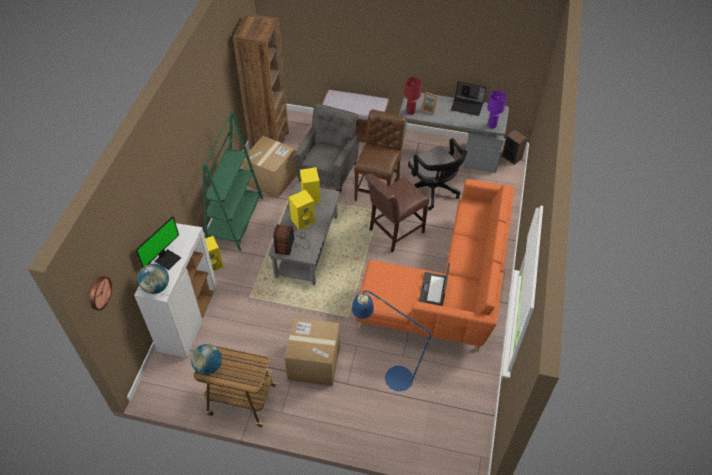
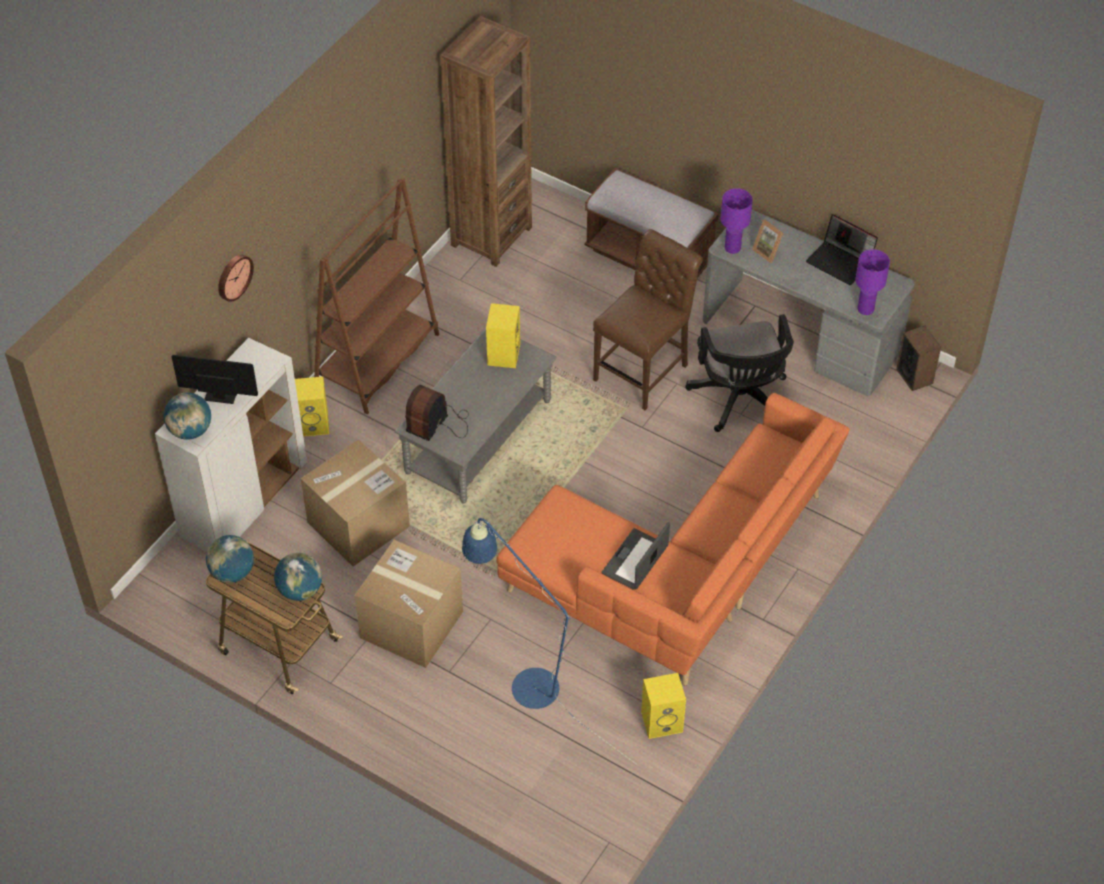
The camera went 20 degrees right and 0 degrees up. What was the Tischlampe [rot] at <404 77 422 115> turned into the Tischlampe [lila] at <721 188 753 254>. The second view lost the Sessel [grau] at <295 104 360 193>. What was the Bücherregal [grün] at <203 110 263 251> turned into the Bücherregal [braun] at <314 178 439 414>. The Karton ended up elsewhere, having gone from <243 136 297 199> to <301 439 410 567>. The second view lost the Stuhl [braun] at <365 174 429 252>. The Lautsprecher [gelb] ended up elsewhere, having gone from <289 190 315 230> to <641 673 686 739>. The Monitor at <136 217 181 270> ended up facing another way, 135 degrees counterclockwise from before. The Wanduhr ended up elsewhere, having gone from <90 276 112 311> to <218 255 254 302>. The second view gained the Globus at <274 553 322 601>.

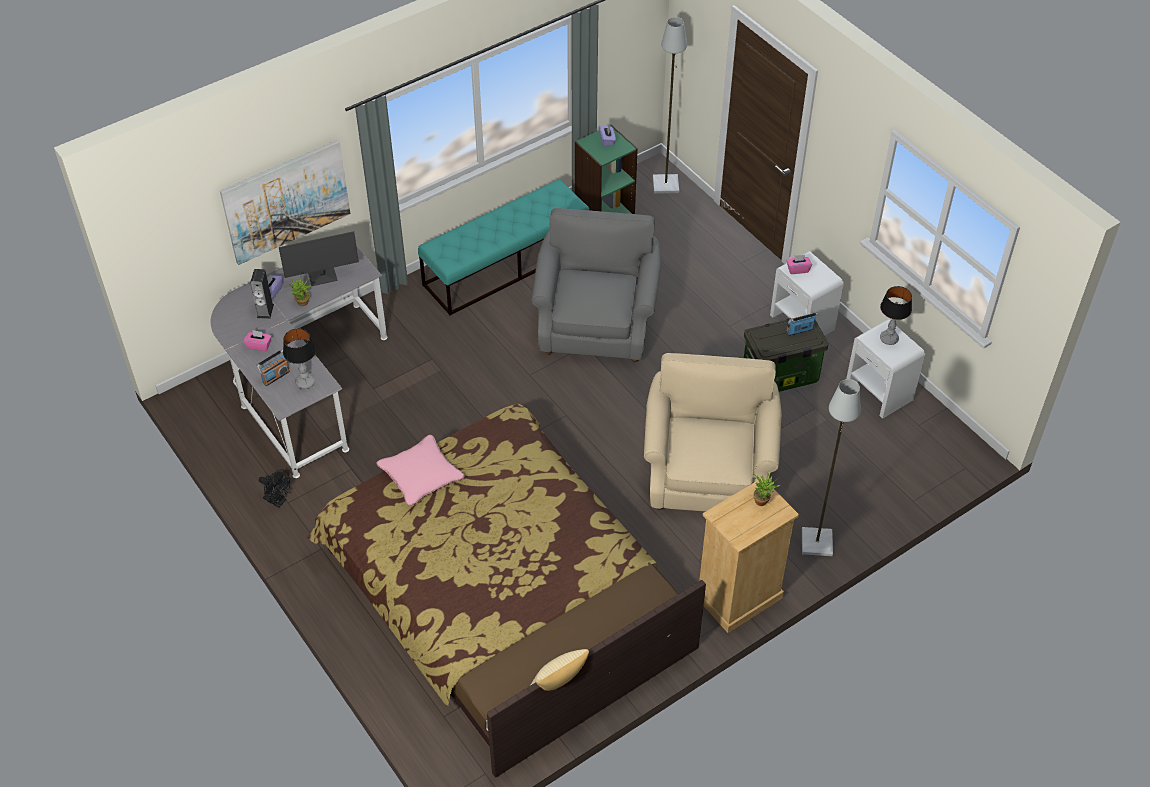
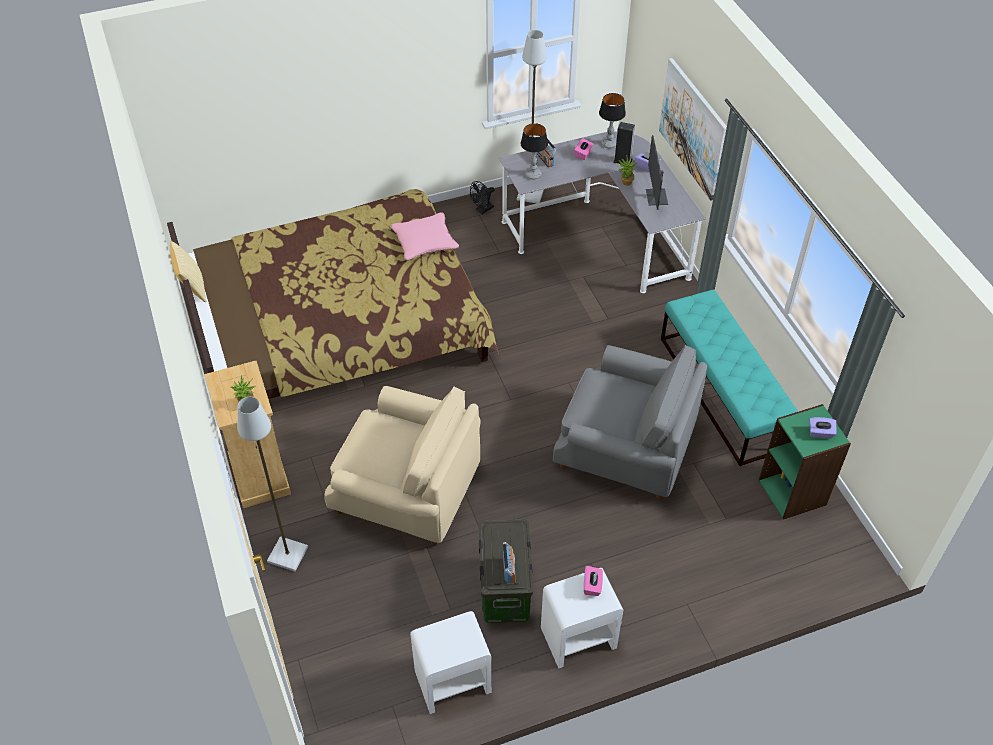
The camera went 105 degrees right and 0 degrees up. The Stehlampe [grau] ended up elsewhere, having gone from <653 17 687 194> to <517 30 547 203>. The Tischlampe ended up elsewhere, having gone from <880 286 912 345> to <599 93 626 149>.

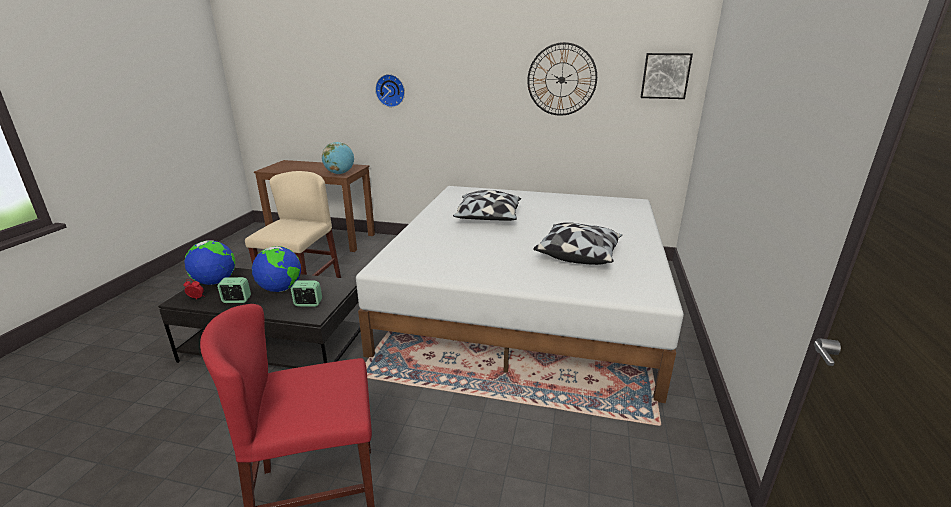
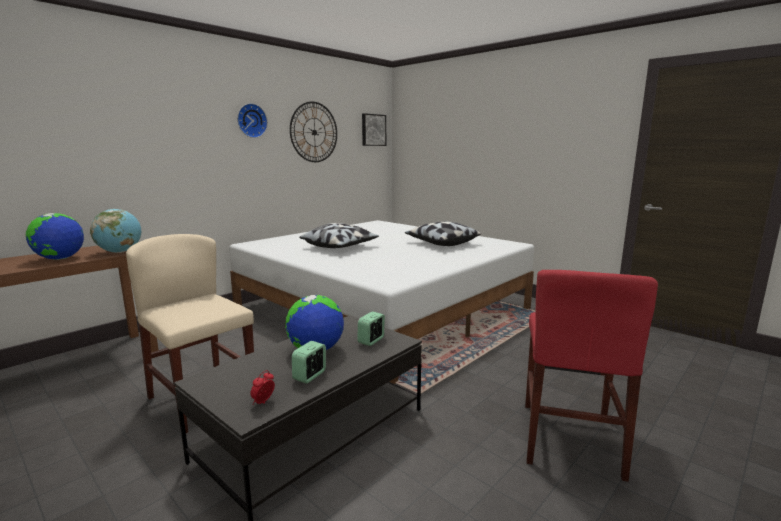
The camera went 60 degrees left and 10 degrees down. The Wanduhr ended up elsewhere, having gone from <375 74 405 107> to <237 103 268 138>. The Globus ended up elsewhere, having gone from <184 240 235 285> to <26 213 84 260>.

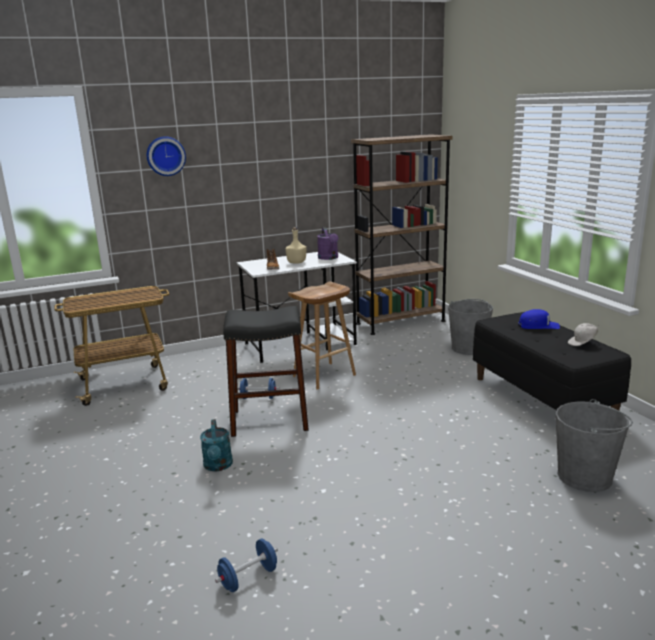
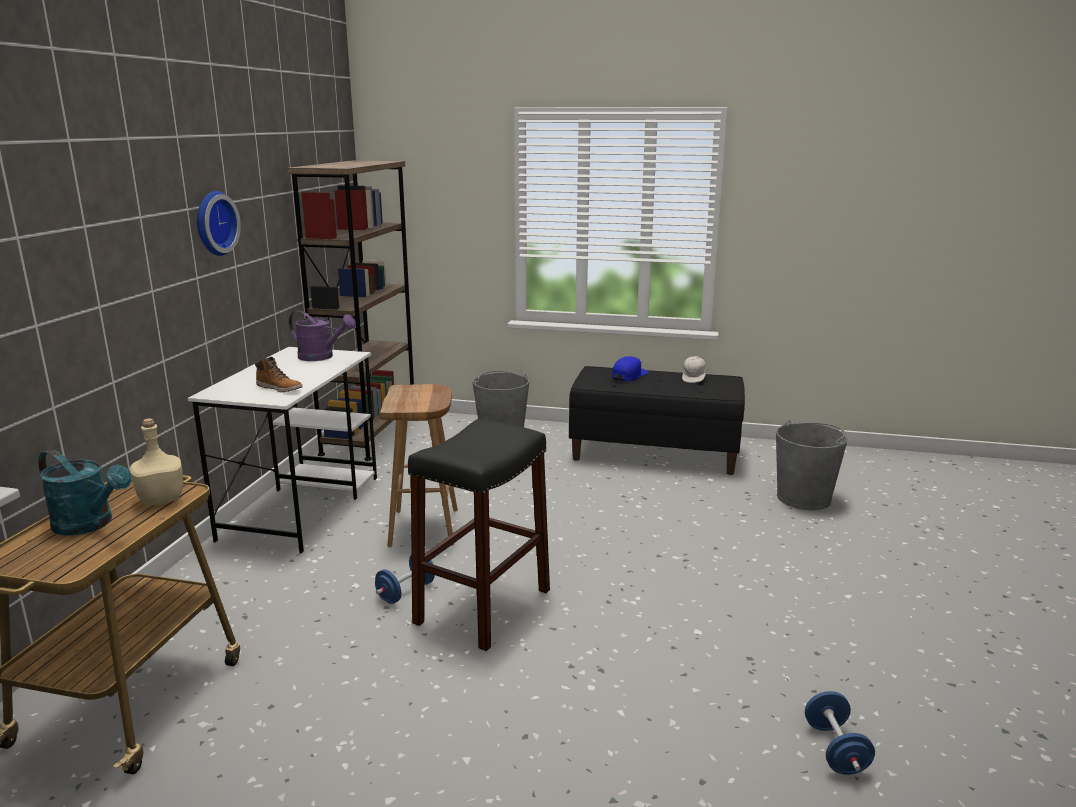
The camera went 55 degrees left and 0 degrees up. The Wanduhr ended up elsewhere, having gone from <147 136 186 176> to <197 191 241 256>. The Flasche [beige] ended up elsewhere, having gone from <285 227 307 264> to <130 418 183 505>. The Gießkanne [türkis] ended up elsewhere, having gone from <200 419 233 471> to <38 450 132 536>.

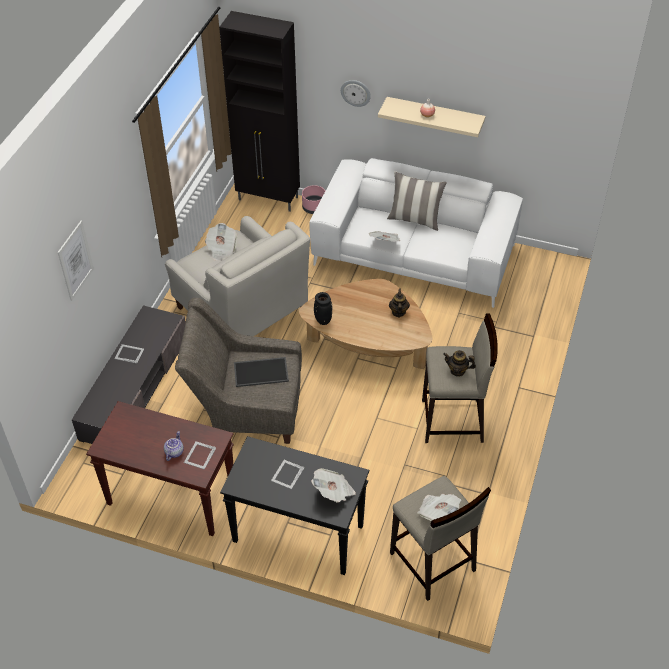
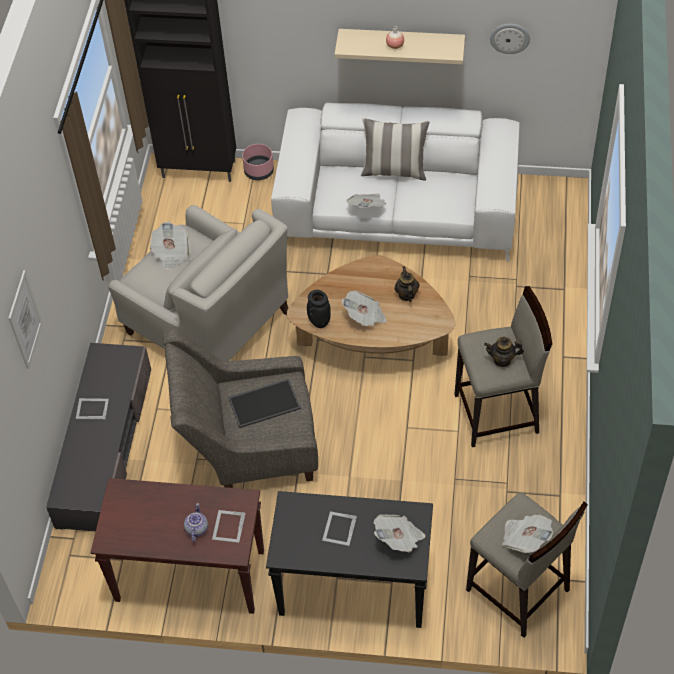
The camera went 10 degrees left and 5 degrees up. The Wanduhr ended up elsewhere, having gone from <341 80 371 107> to <490 24 530 54>. The second view gained the Zeitung at <342 291 387 327>.

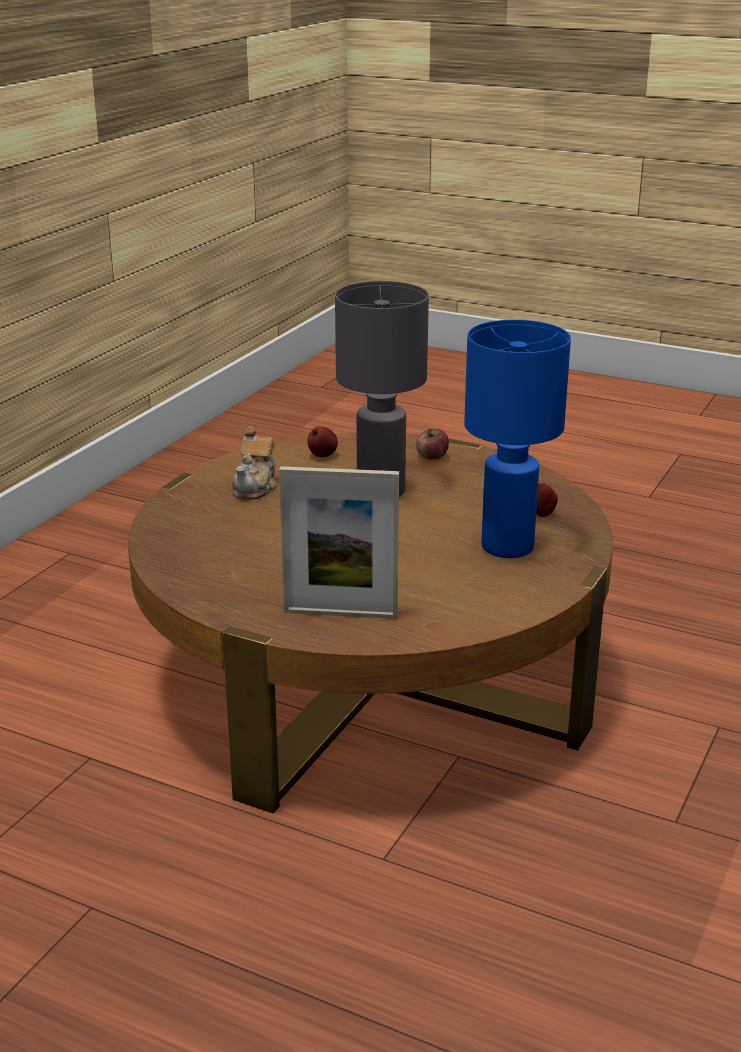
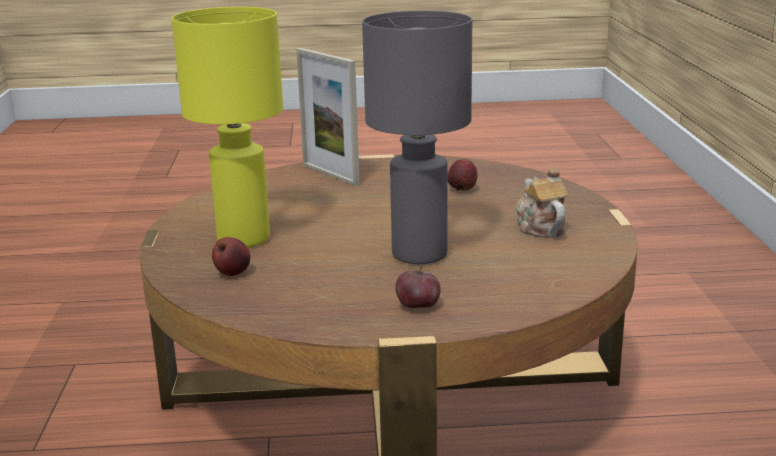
The camera went 150 degrees right and 5 degrees down. What was the Tischlampe [blau] at <464 320 571 558> turned into the Tischlampe [gelb] at <172 7 283 247>. The Apfel ended up elsewhere, having gone from <308 426 338 457> to <448 159 477 191>. The Bilderrahmen at <279 466 399 619> ended up facing another way, 105 degrees counterclockwise from before.

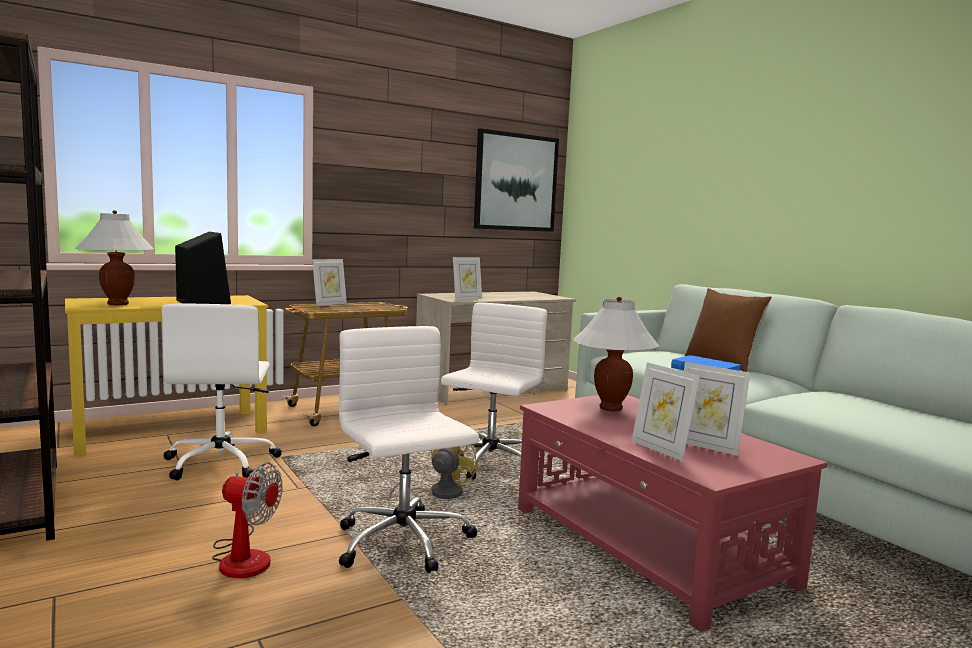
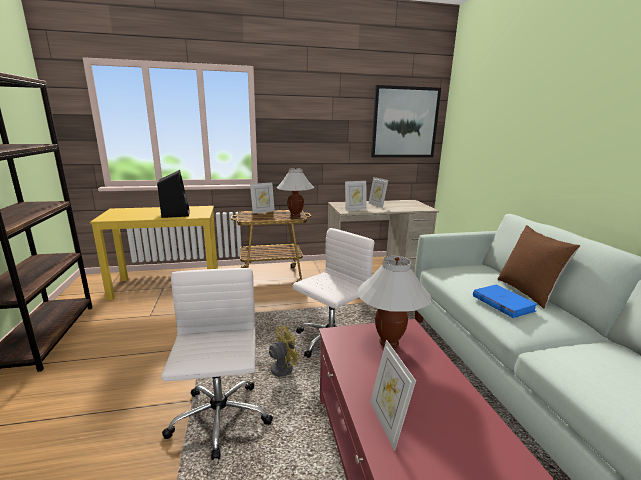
The camera went 20 degrees right and 10 degrees up. The Tischlampe [weiß] ended up elsewhere, having gone from <76 210 155 305> to <277 167 314 218>. The second view lost the Bürostuhl [weiß] at <162 304 282 480>. The Bilderrahmen ended up elsewhere, having gone from <684 362 750 456> to <368 177 388 208>. The second view lost the Ventilator at <212 462 282 578>.

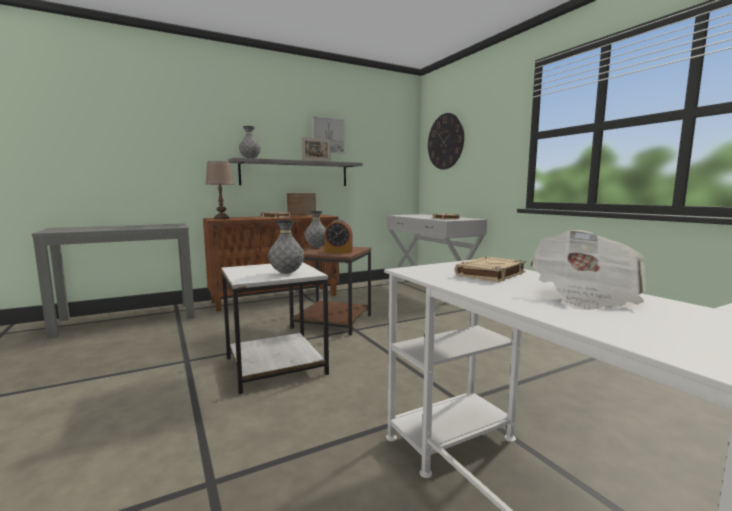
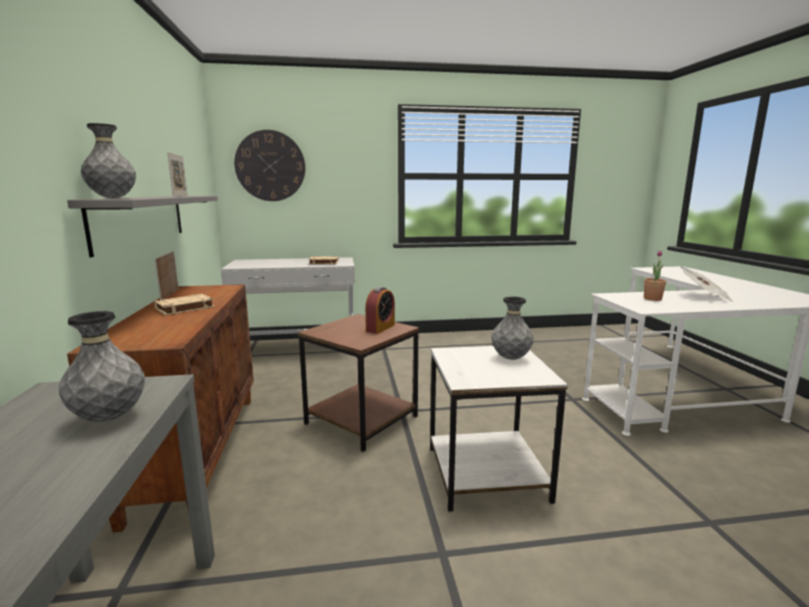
The camera went 70 degrees left and 5 degrees up. The second view lost the Bild at <312 116 345 154>. The second view lost the Tischlampe [braun] at <205 161 234 219>. The Vase [grau] ended up elsewhere, having gone from <304 211 326 248> to <59 311 145 422>. Where the Buch [beige] stood at <454 257 526 282>, the Topfpflanze came to stand at <644 251 666 301>.

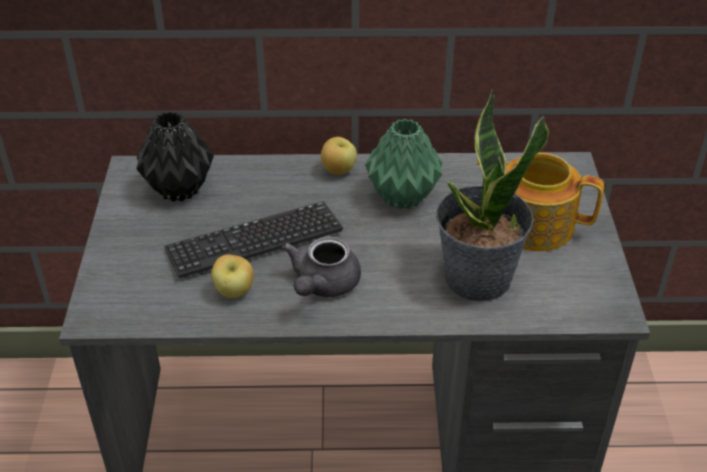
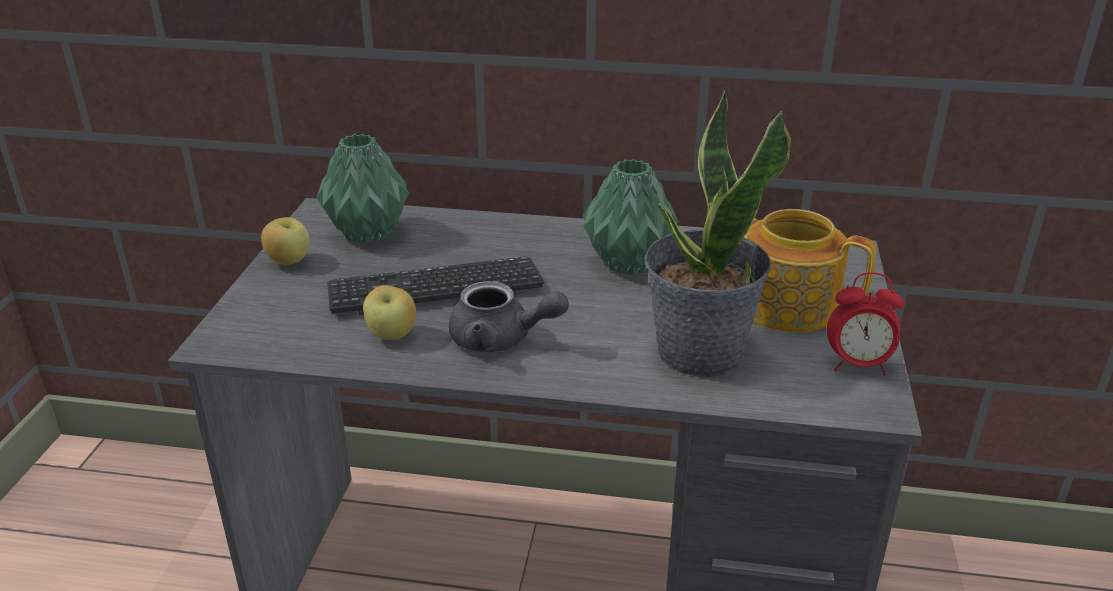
The camera went 10 degrees right and 10 degrees down. What was the Vase [schwarz] at <136 112 214 202> turned into the Vase [grün] at <317 134 409 244>. The Apfel ended up elsewhere, having gone from <321 137 357 175> to <261 217 310 265>. The Teekanne [grau] at <282 237 361 297> ended up facing another way, 105 degrees counterclockwise from before. The second view gained the Wecker at <827 272 905 376>.

